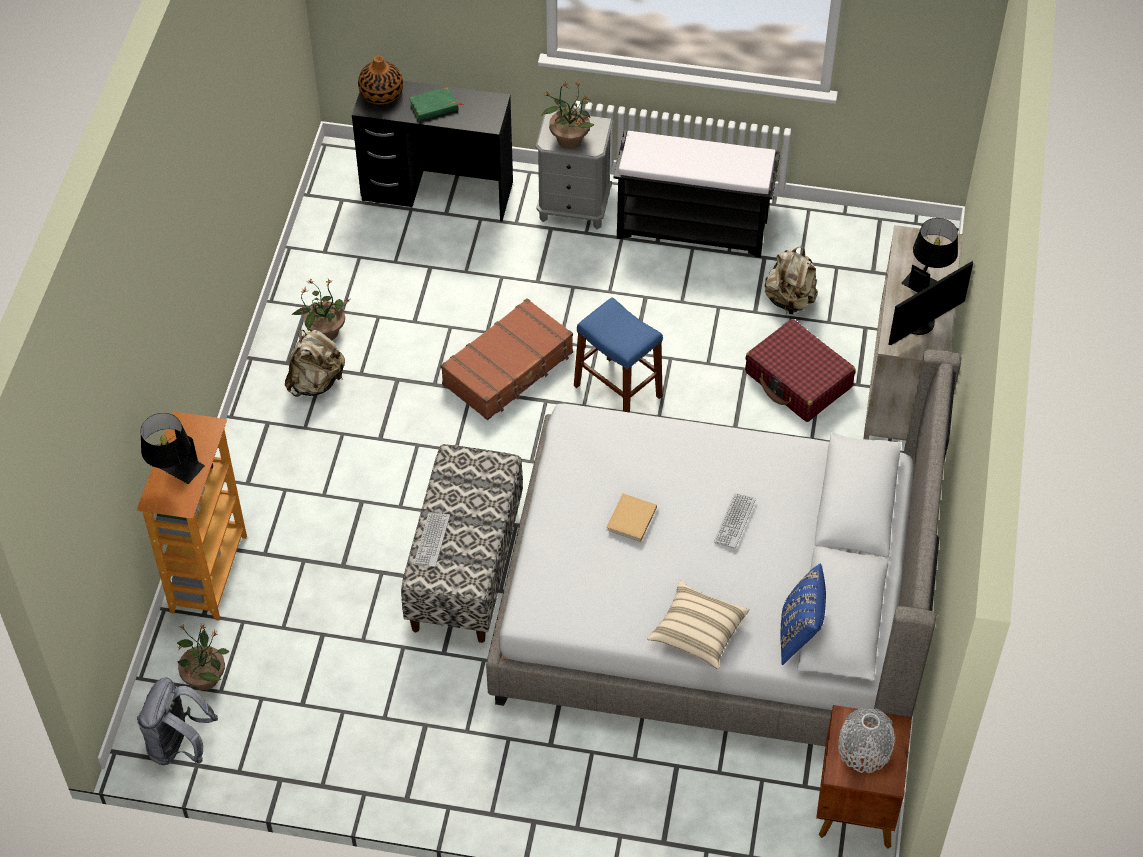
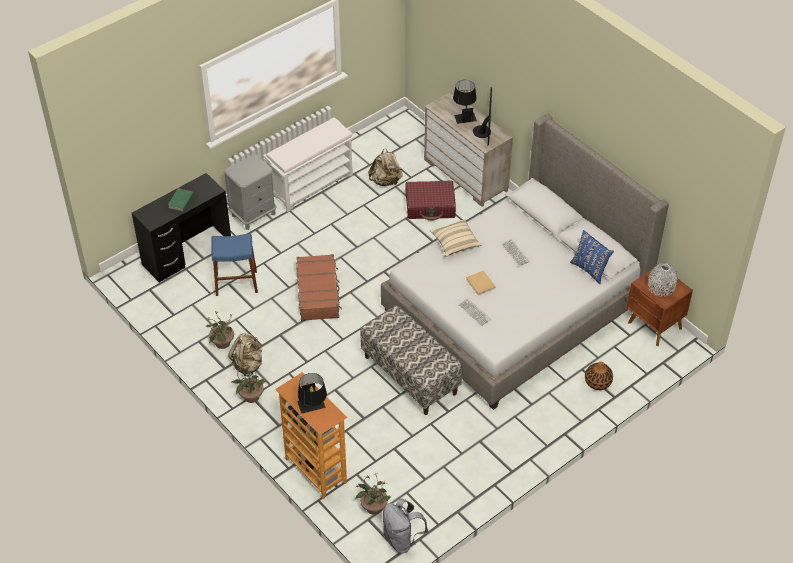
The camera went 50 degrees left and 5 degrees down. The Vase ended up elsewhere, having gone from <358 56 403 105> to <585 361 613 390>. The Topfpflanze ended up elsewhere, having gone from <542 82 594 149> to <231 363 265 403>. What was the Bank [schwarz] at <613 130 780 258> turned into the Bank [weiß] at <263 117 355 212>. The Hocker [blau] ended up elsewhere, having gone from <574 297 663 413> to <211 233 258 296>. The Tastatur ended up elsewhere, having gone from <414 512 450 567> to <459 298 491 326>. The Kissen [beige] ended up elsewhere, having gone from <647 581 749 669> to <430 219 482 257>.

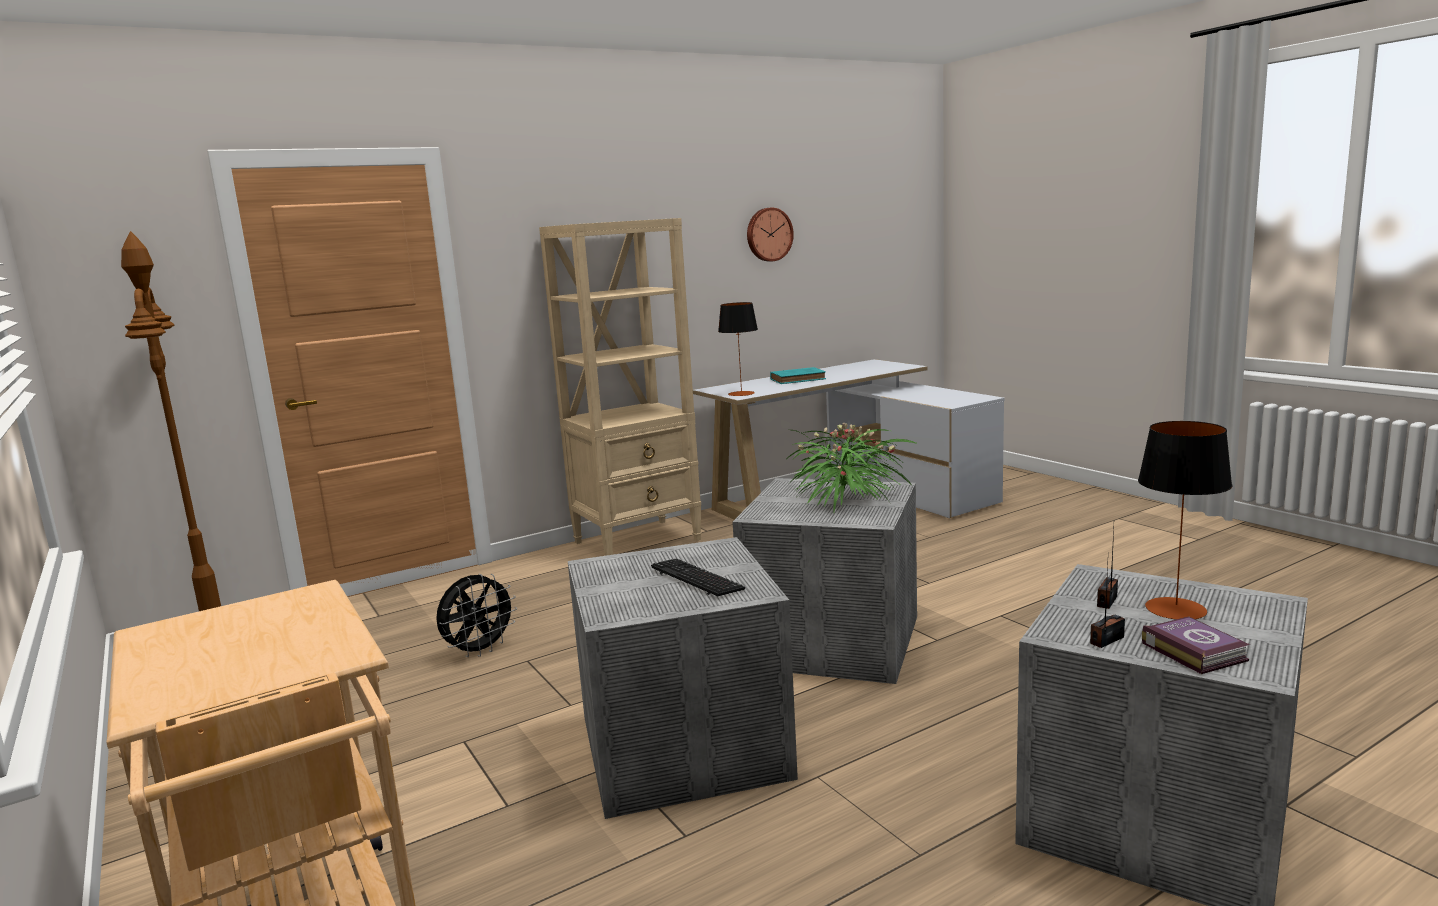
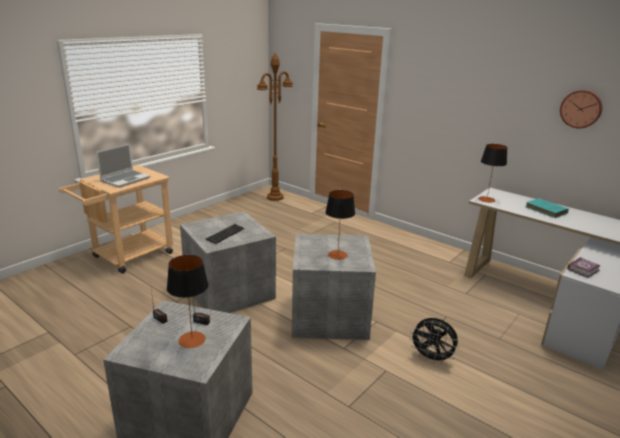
The camera went 70 degrees right and 10 degrees up. The second view lost the Bücherregal [beige] at <539 218 702 556>. Where the Topfpflanze stood at <788 422 918 512>, the Tischlampe came to stand at <325 190 355 260>. The Ventilator [schwarz] ended up elsewhere, having gone from <436 574 517 657> to <409 318 459 364>. The Buch ended up elsewhere, having gone from <1142 616 1250 674> to <568 257 601 278>. The second view gained the Laptop at <96 144 150 188>.

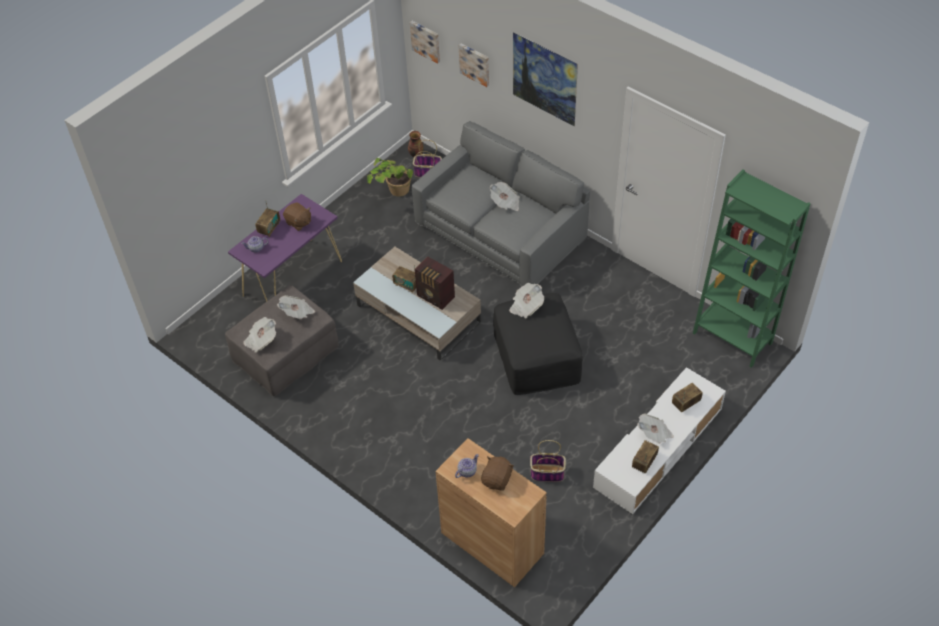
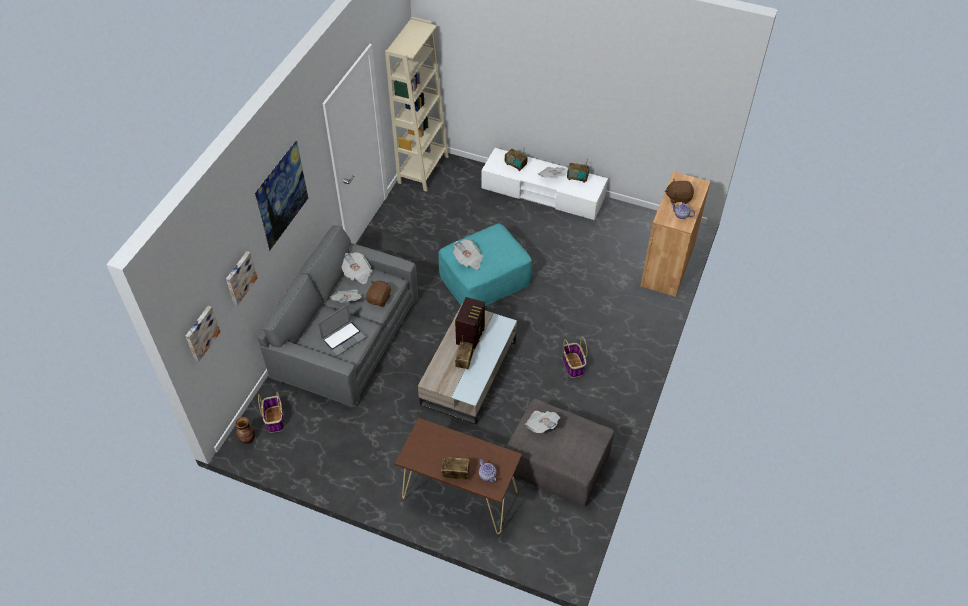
The camera went 110 degrees left and 0 degrees up. The second view lost the Topfpflanze at <367 158 413 197>. What was the Bücherregal [grün] at <693 169 811 368> turned into the Bücherregal [beige] at <385 17 449 192>. What was the Konsolentisch [lila] at <228 194 342 302> turned into the Konsolentisch [braun] at <395 418 522 534>. The Plüschtier [braun] ended up elsewhere, having gone from <283 202 311 231> to <366 280 391 307>. What was the Polsterhocker [schwarz] at <493 293 583 395> turned into the Polsterhocker [türkis] at <438 224 532 306>. The Zeitung ended up elsewhere, having gone from <243 317 276 353> to <341 252 373 284>. The Korb ended up elsewhere, having gone from <530 440 566 482> to <563 336 587 378>. The second view gained the Laptop at <318 304 366 356>.

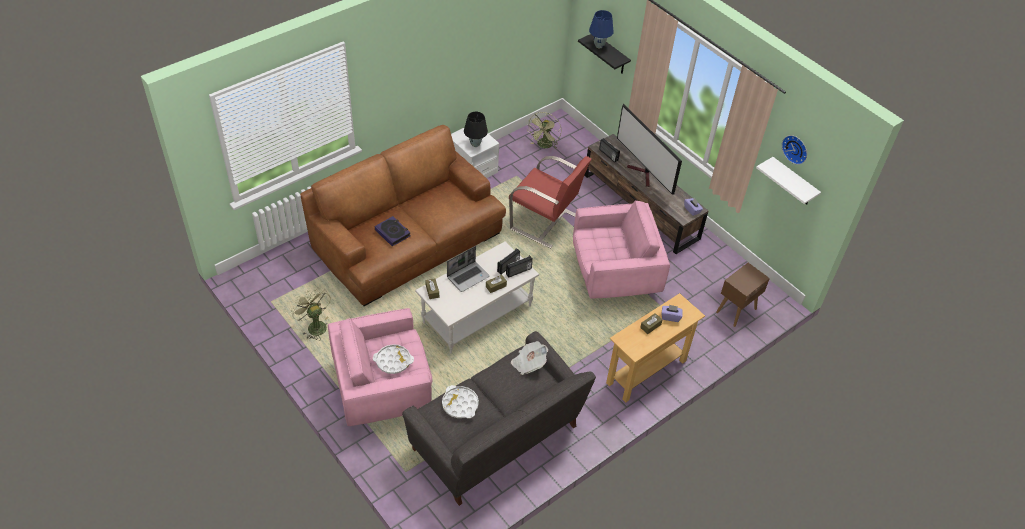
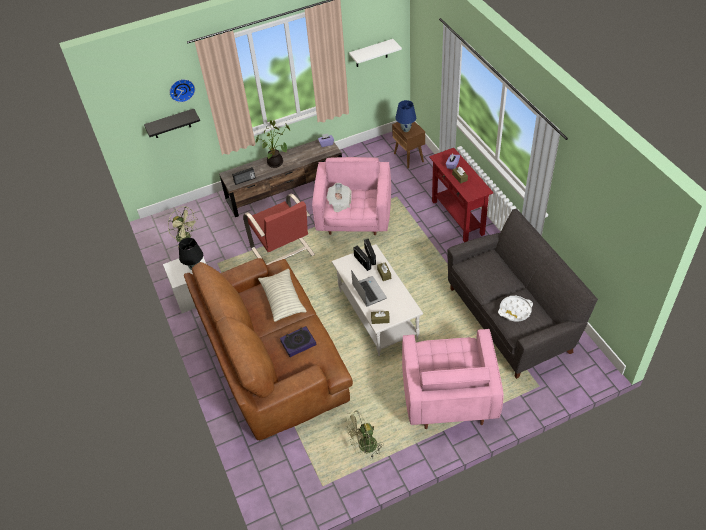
The camera went 70 degrees left and 0 degrees up. The Tischlampe [blau] ended up elsewhere, having gone from <589 10 614 48> to <395 100 416 132>. Where the Fernseher stood at <617 104 682 195>, the Topfpflanze came to stand at <255 120 291 168>. The Wanduhr ended up elsewhere, having gone from <782 135 807 165> to <169 79 195 102>. The Sessel [rot] at <509 156 591 248> ended up facing another way, 105 degrees clockwise from before. What was the Konsolentisch [beige] at <606 293 705 402> turned into the Konsolentisch [rot] at <429 148 494 242>. The Zeitung ended up elsewhere, having gone from <511 341 548 375> to <326 183 352 213>. The second view lost the Tablett [weiß] at <373 344 414 374>. The second view gained the Kissen at <258 269 307 322>.

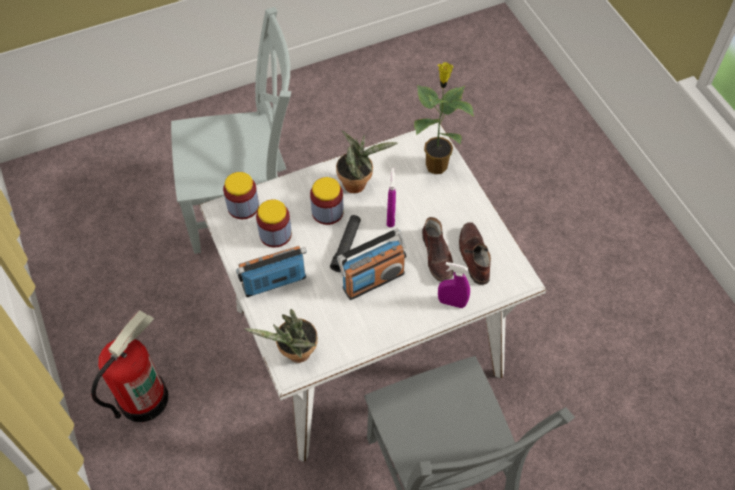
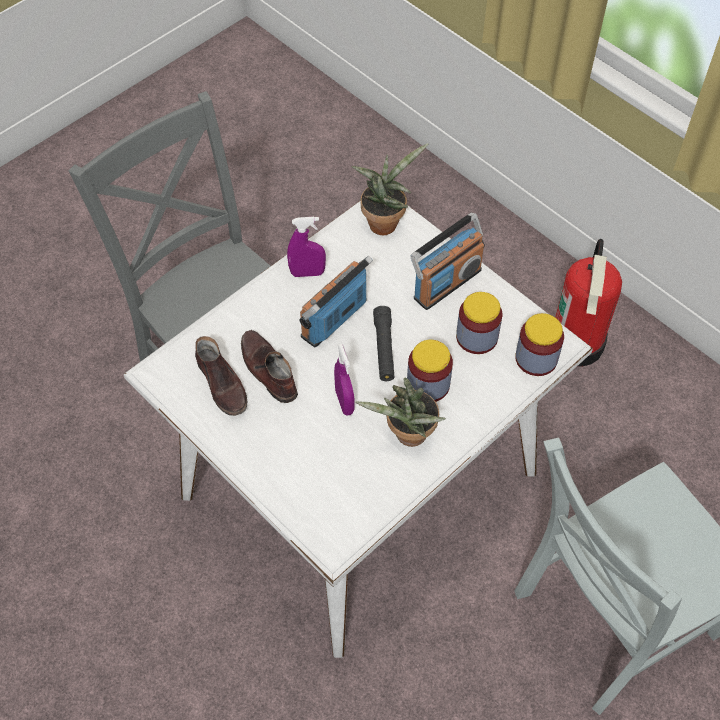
The camera went 160 degrees right and 0 degrees up. The second view lost the Topfpflanze at <414 62 474 174>. The Sprühflasche [lila] ended up elsewhere, having gone from <438 262 470 308> to <287 217 326 277>.

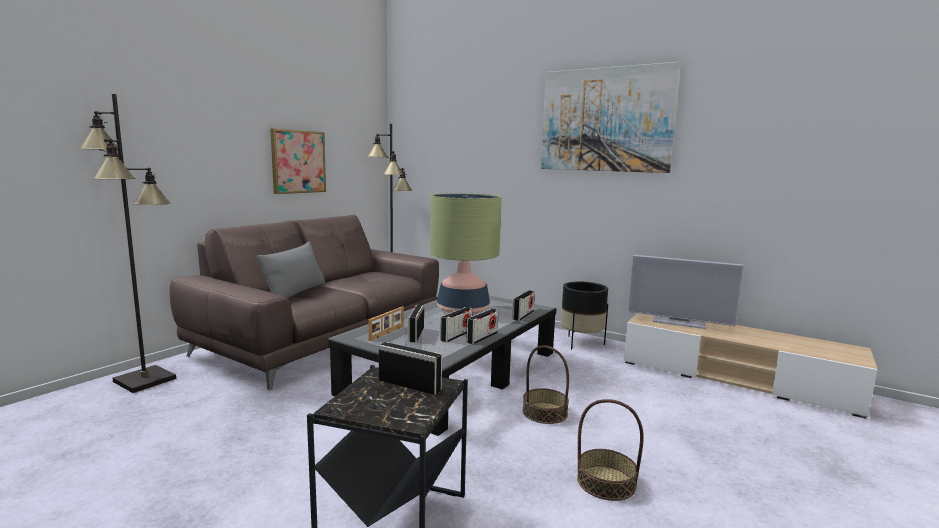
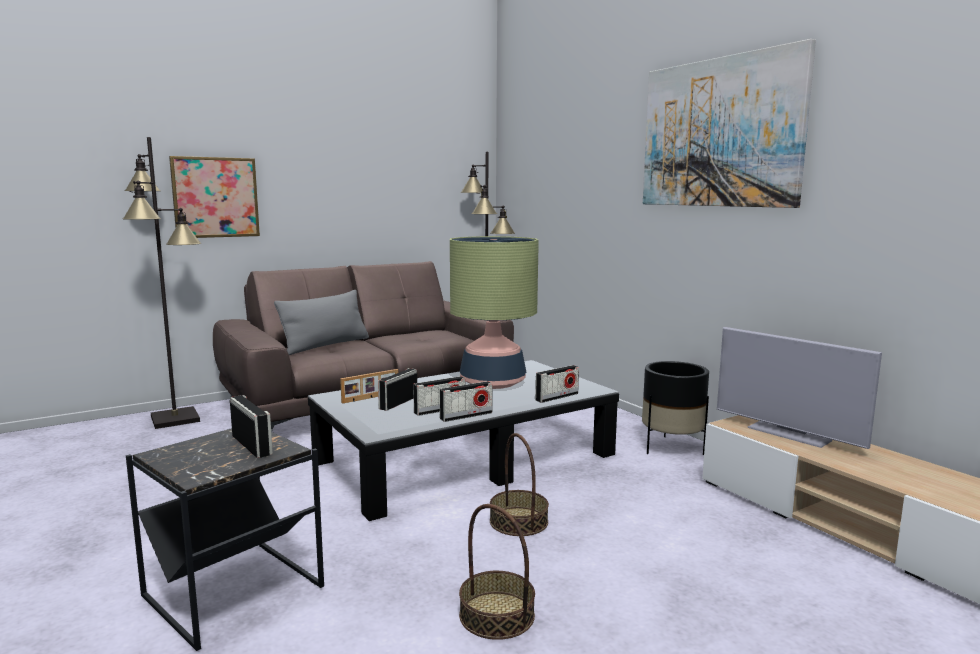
The camera went 25 degrees right and 0 degrees up. The Bild ended up elsewhere, having gone from <270 128 326 194> to <169 156 260 238>.

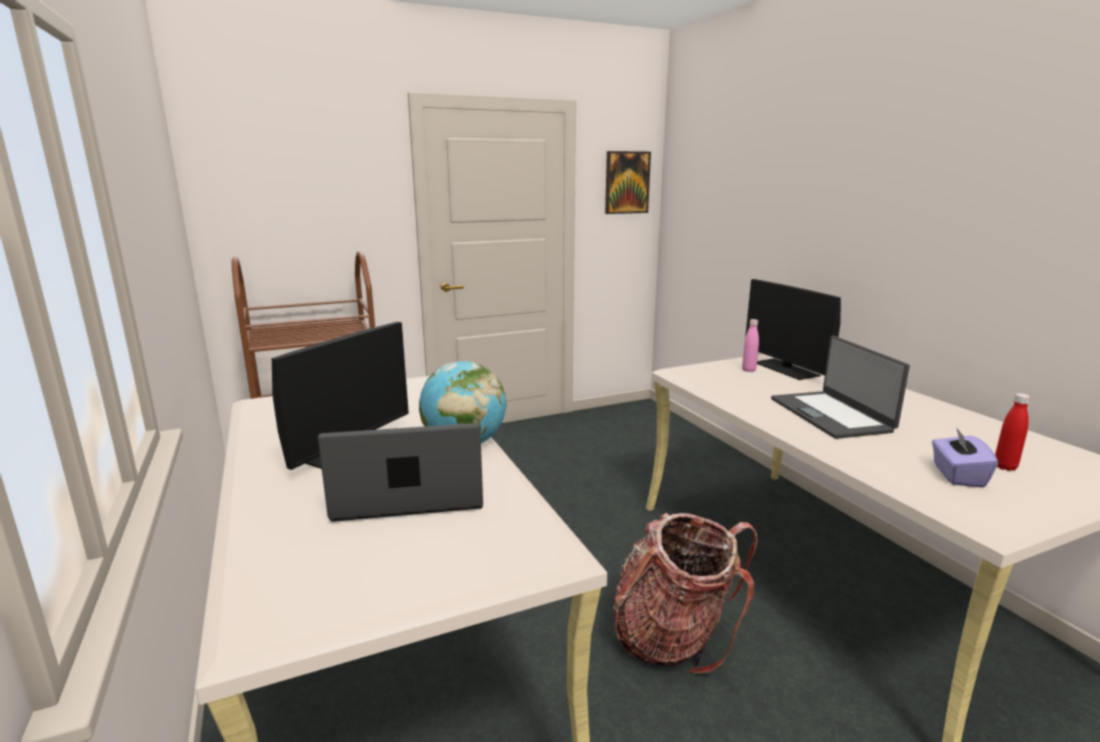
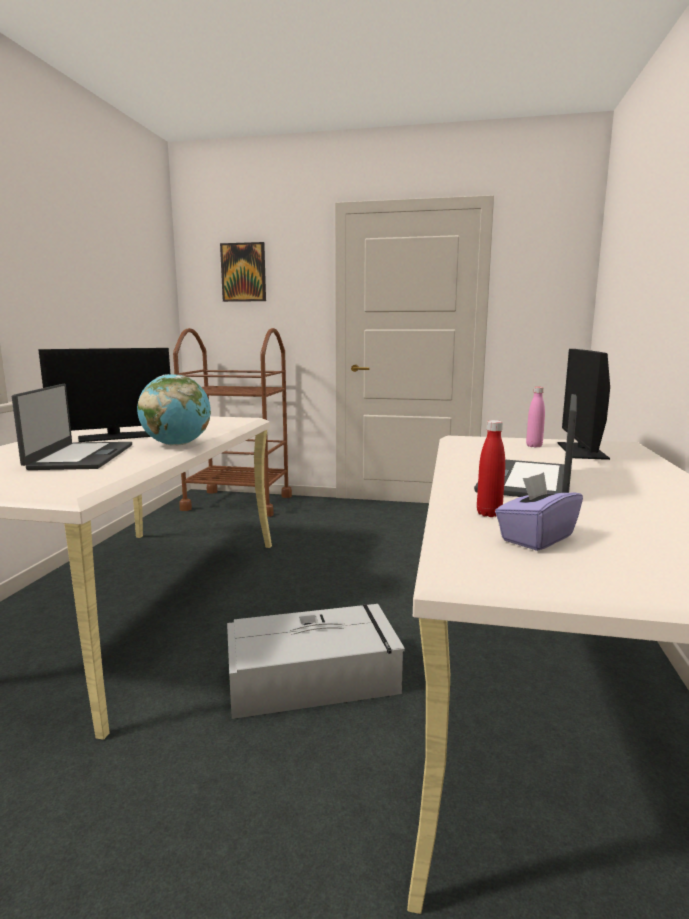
The camera went 35 degrees right and 5 degrees down. The Bild ended up elsewhere, having gone from <605 151 651 214> to <220 242 266 302>. The Flasche [rot] ended up elsewhere, having gone from <995 393 1031 471> to <477 420 505 517>. The Laptop at <318 423 483 522> ended up facing another way, 60 degrees clockwise from before. Where the Rucksack stood at <613 513 758 675>, the Aufbewahrungsbox [grau] came to stand at <227 604 405 719>.

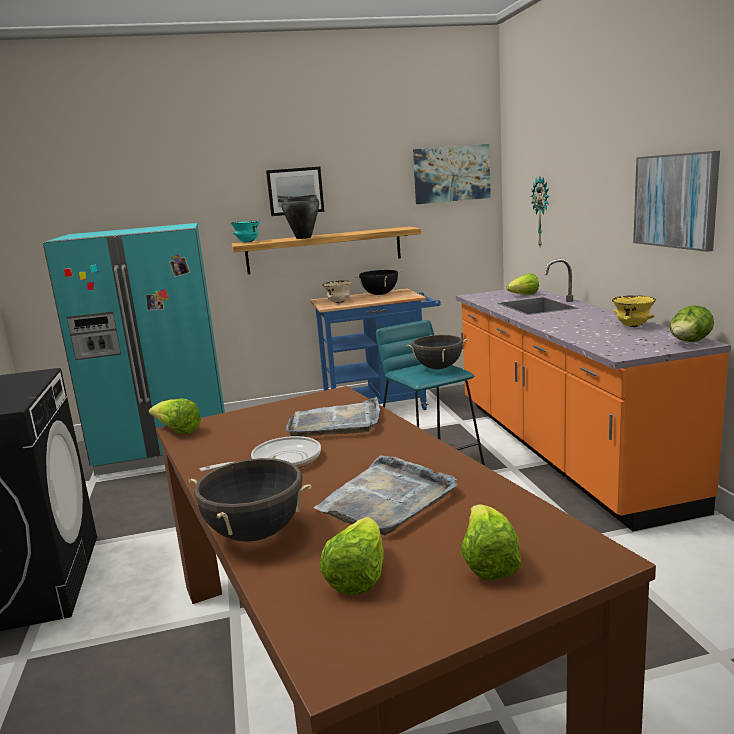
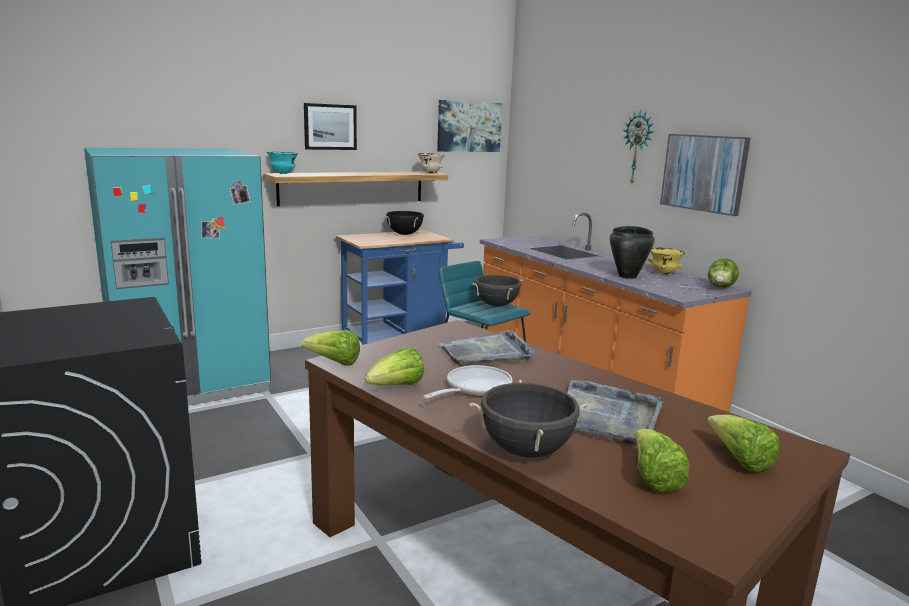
The camera went 20 degrees left and 0 degrees up. The Wanduhr ended up elsewhere, having gone from <531 177 550 246> to <623 110 653 183>. The Kochtopf [schwarz] ended up elsewhere, having gone from <282 195 319 239> to <609 226 655 279>. The Salatkopf ended up elsewhere, having gone from <506 273 539 295> to <365 347 424 385>. The Schüssel [beige] ended up elsewhere, having gone from <322 281 352 303> to <417 153 445 173>.

